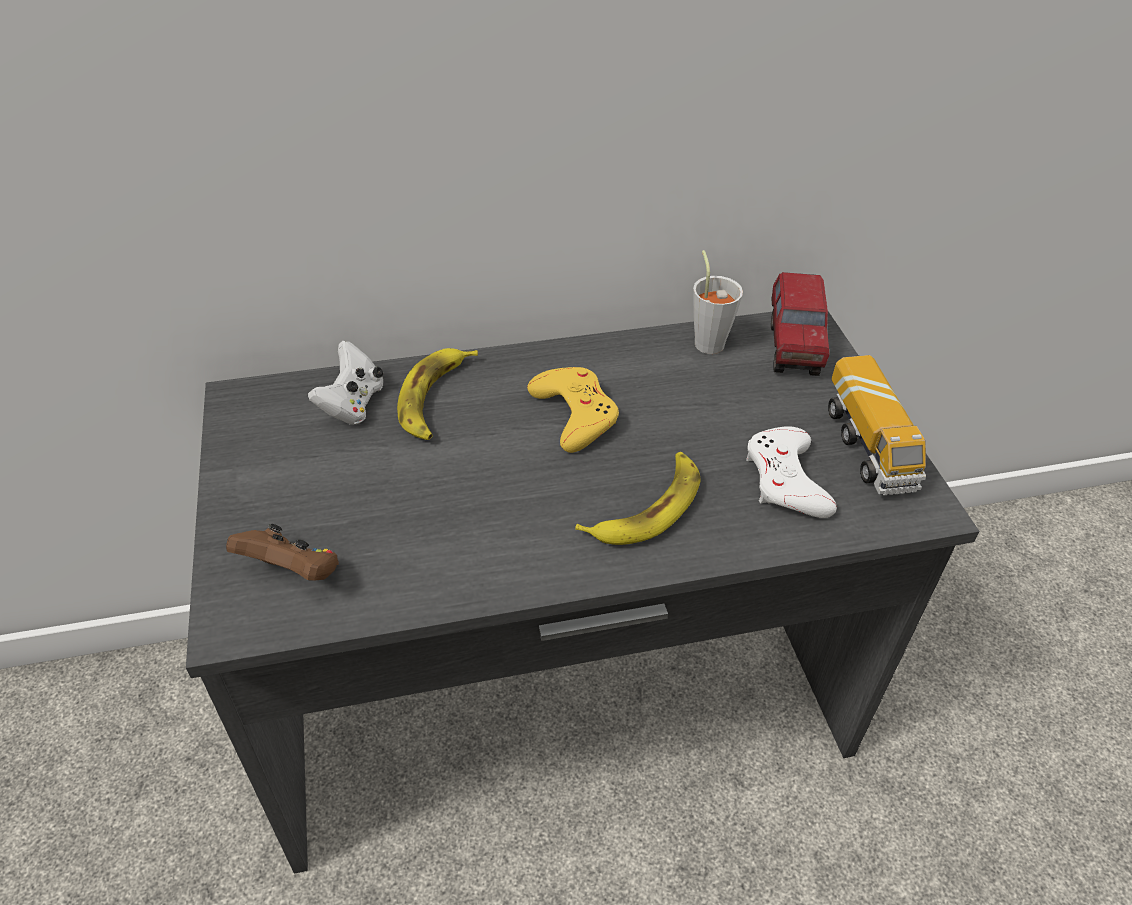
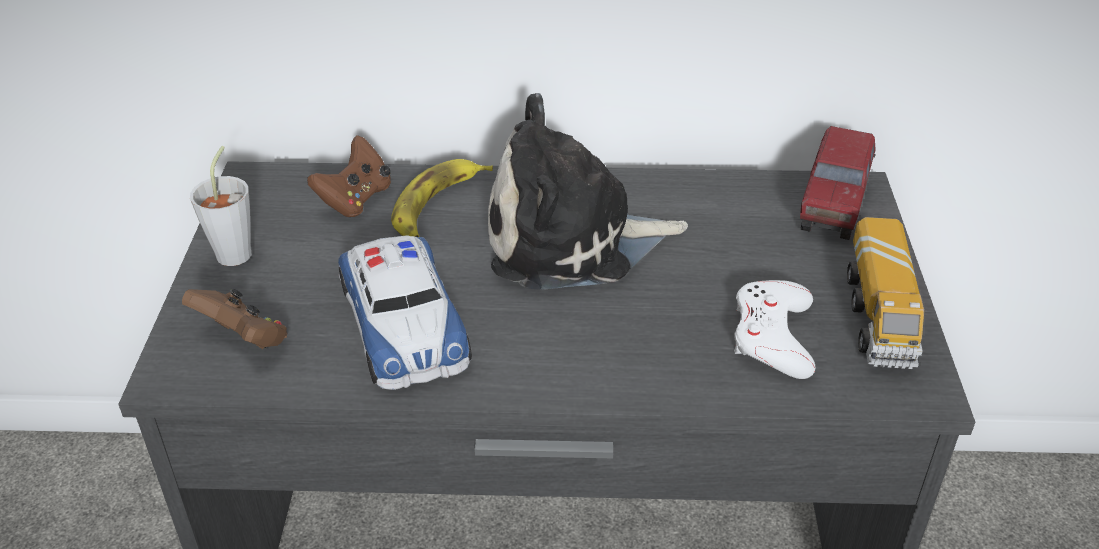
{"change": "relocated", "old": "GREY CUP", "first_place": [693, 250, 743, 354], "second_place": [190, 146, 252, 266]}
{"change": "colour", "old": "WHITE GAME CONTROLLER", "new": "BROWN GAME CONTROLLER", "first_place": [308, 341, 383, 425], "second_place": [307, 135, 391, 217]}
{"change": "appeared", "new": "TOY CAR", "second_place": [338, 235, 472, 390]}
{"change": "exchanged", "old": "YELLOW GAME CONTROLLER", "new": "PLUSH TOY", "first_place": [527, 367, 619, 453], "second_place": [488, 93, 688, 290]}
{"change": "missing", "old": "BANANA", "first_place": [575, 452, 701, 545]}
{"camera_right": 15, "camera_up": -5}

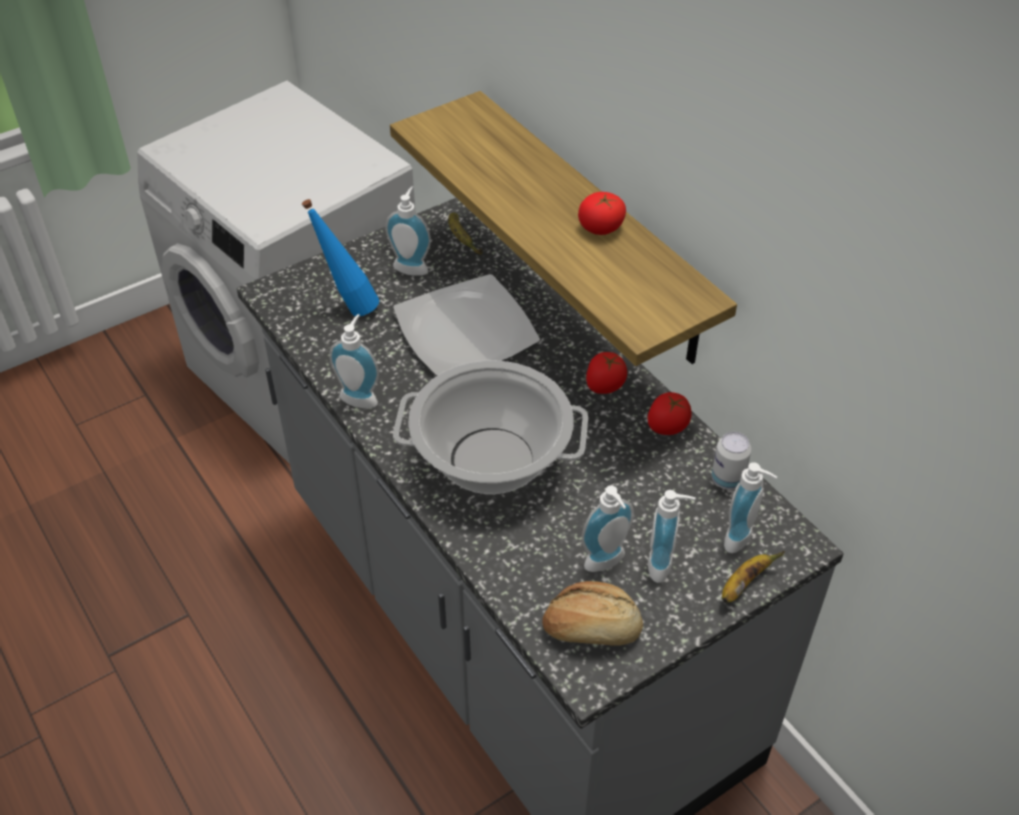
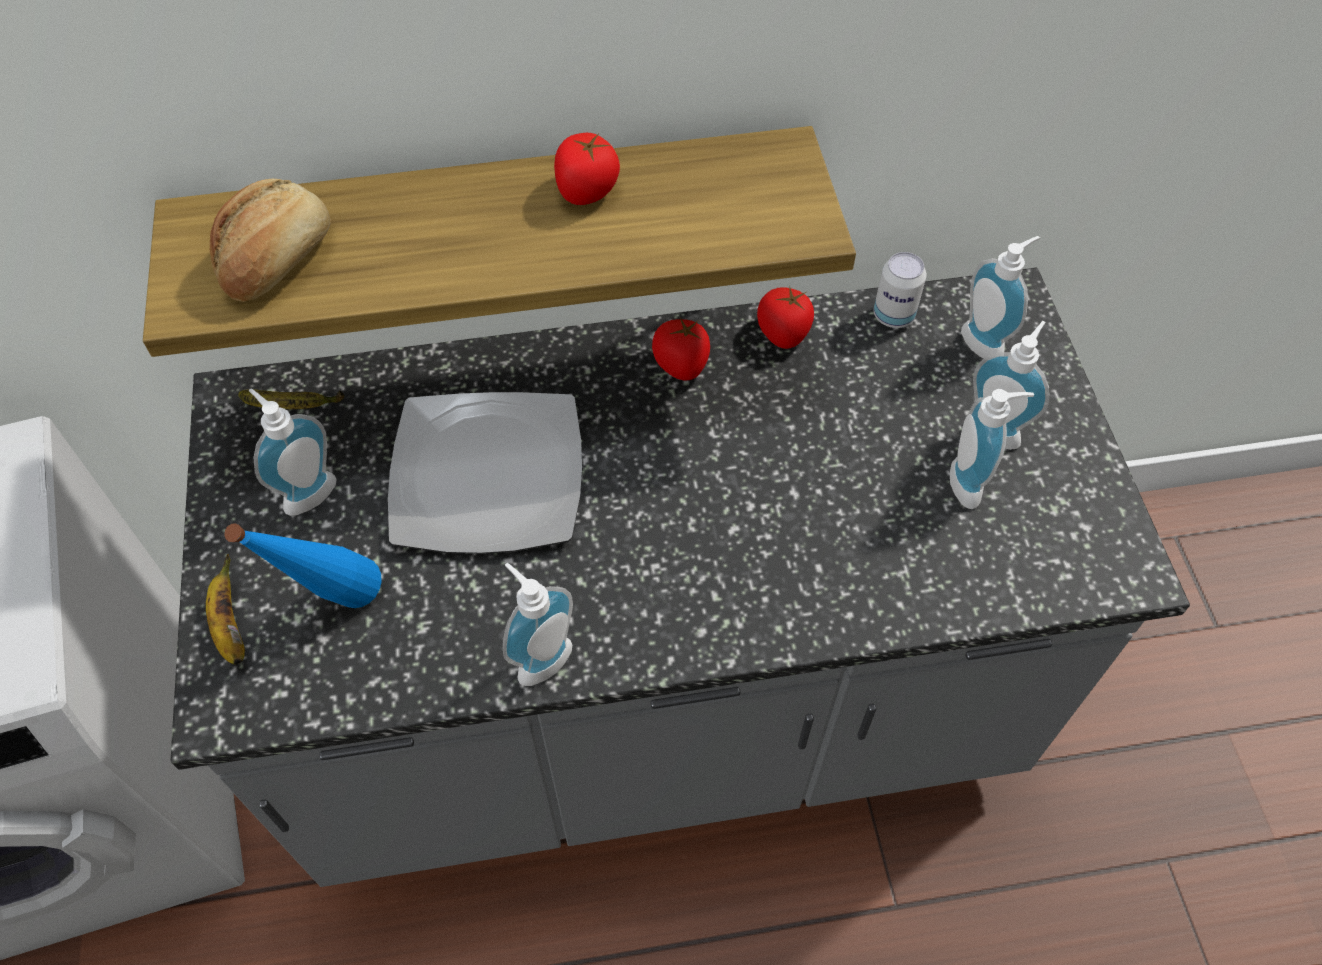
{"change": "relocated", "old": "BANANA", "first_place": [722, 551, 784, 602], "second_place": [206, 554, 245, 664]}
{"change": "relocated", "old": "BREAD", "first_place": [542, 581, 643, 646], "second_place": [210, 179, 331, 302]}
{"change": "missing", "old": "COOKING POT", "first_place": [393, 361, 588, 494]}
{"camera_right": -65, "camera_up": 10}

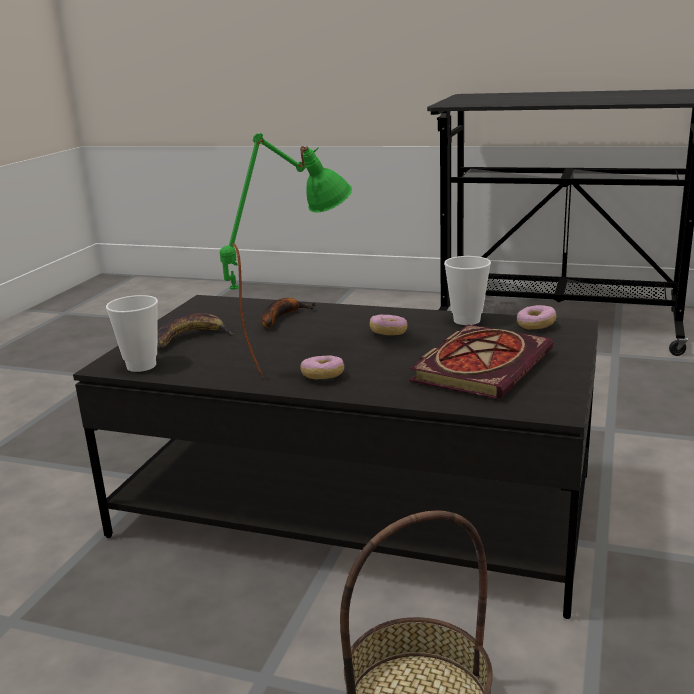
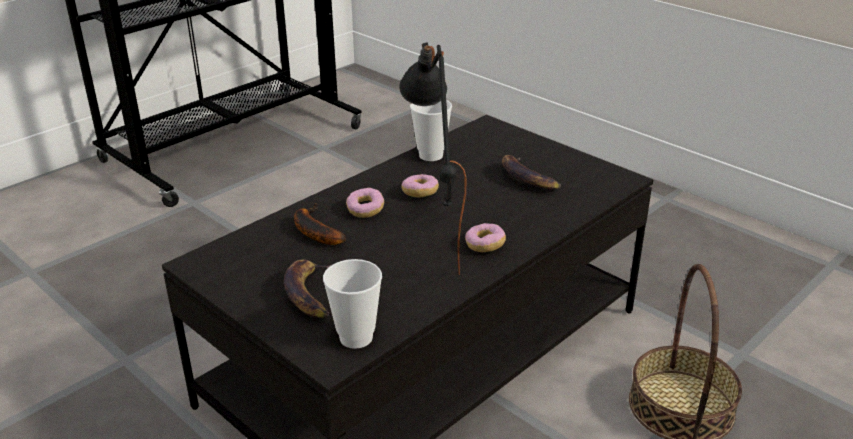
{"change": "relocated", "old": "DONUT", "first_place": [517, 305, 557, 329], "second_place": [346, 188, 384, 218]}
{"change": "colour", "old": "GREEN TABLE LAMP", "new": "BLACK TABLE LAMP", "first_place": [220, 133, 352, 378], "second_place": [399, 42, 466, 275]}
{"change": "exchanged", "old": "BOOK", "new": "BANANA", "first_place": [410, 325, 553, 399], "second_place": [502, 155, 561, 190]}
{"camera_right": -65, "camera_up": 10}

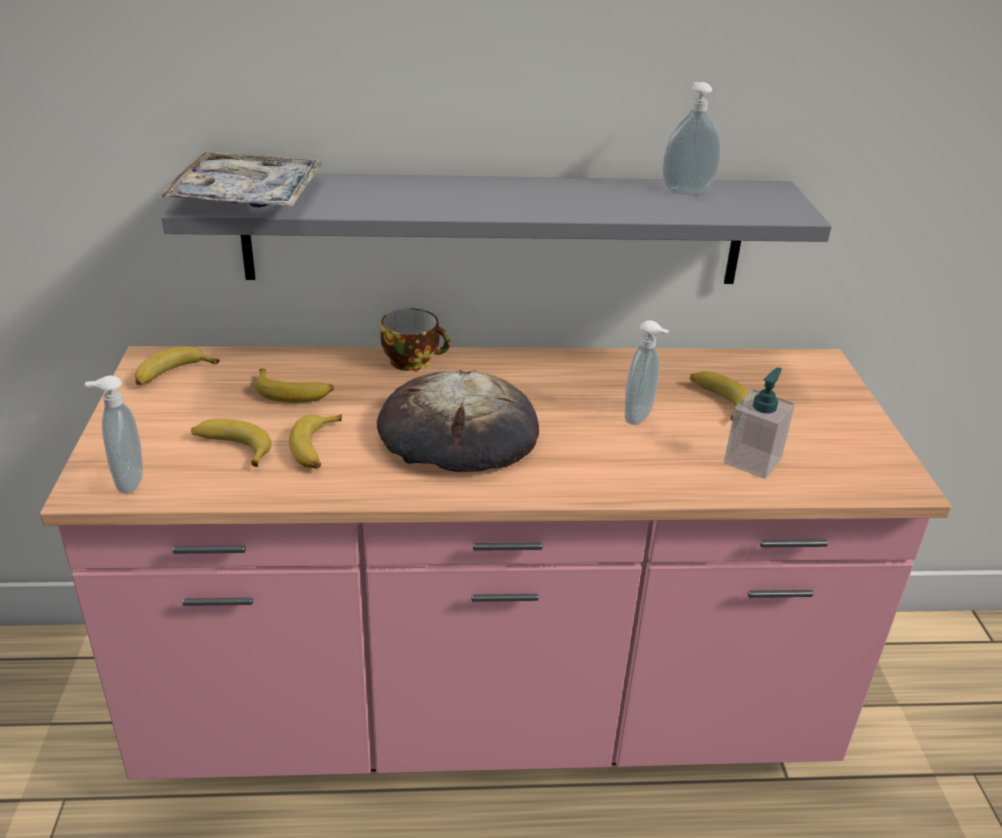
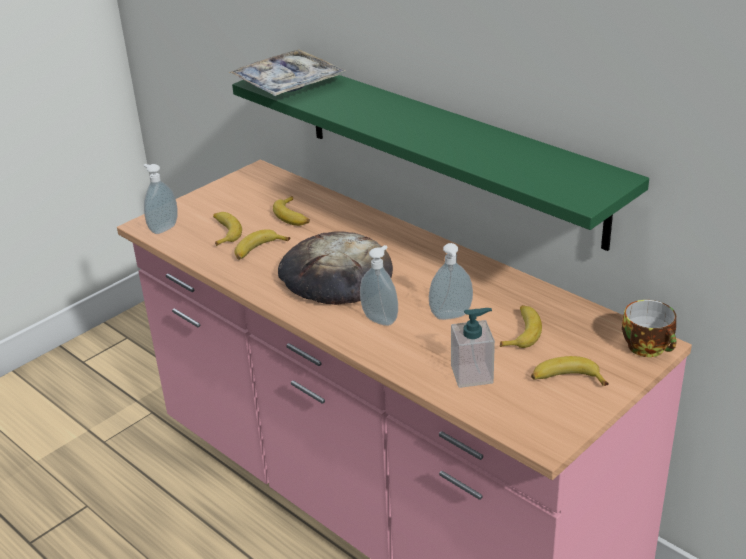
{"change": "colour", "old": "GREY SHELF", "new": "GREEN SHELF", "first_place": [162, 173, 832, 284], "second_place": [232, 75, 649, 251]}
{"change": "relocated", "old": "SOAP DISPENSER", "first_place": [662, 82, 721, 195], "second_place": [360, 245, 398, 326]}
{"change": "relocated", "old": "BANANA", "first_place": [135, 346, 220, 385], "second_place": [531, 356, 609, 386]}
{"change": "relocated", "old": "CUP", "first_place": [380, 308, 450, 371], "second_place": [622, 300, 676, 357]}
{"camera_right": 50, "camera_up": 0}

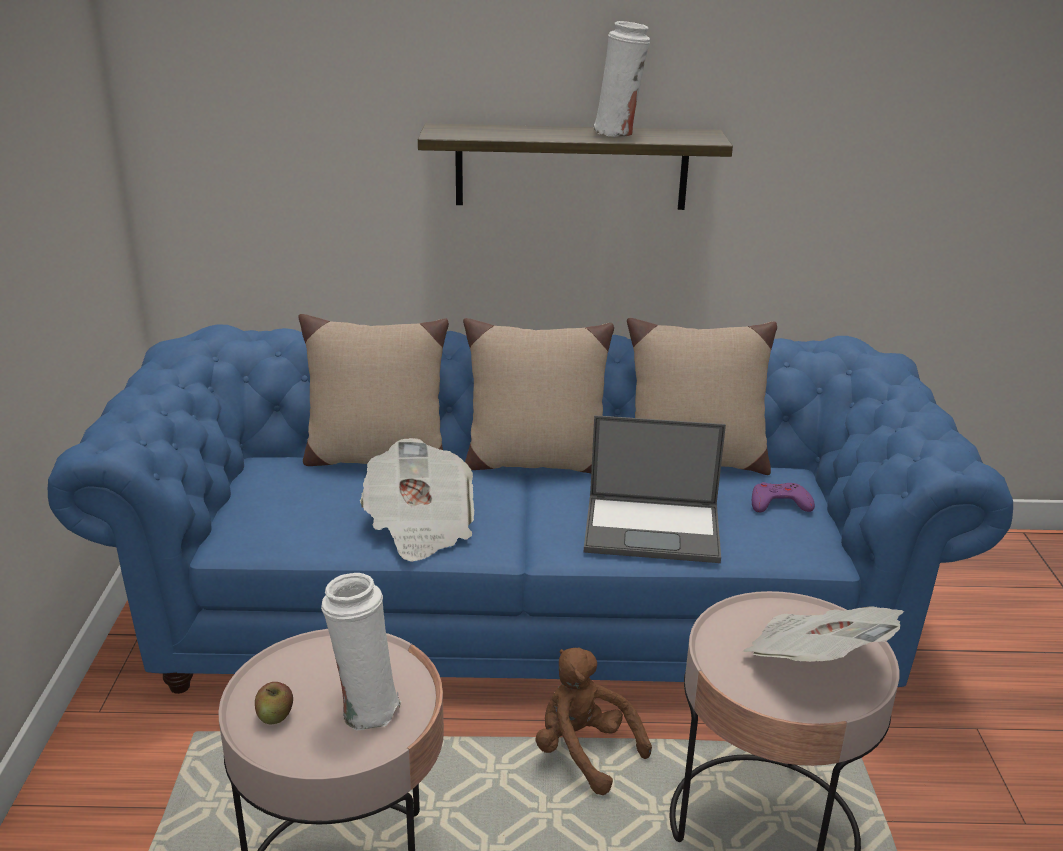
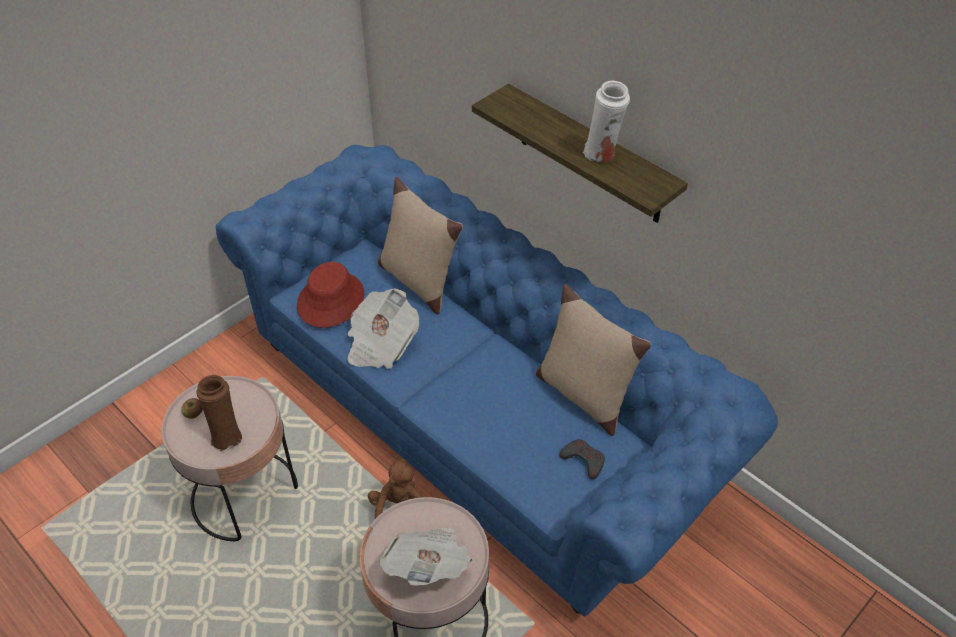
{"change": "colour", "old": "WHITE VASE", "new": "BROWN VASE", "first_place": [321, 573, 401, 731], "second_place": [197, 375, 242, 451]}
{"change": "appeared", "new": "RED HAT", "second_place": [297, 262, 364, 328]}
{"change": "colour", "old": "PURPLE GAME CONTROLLER", "new": "GREY GAME CONTROLLER", "first_place": [752, 482, 815, 512], "second_place": [559, 439, 605, 479]}
{"change": "missing", "old": "BEIGE PILLOW", "first_place": [463, 318, 614, 473]}
{"change": "missing", "old": "LAPTOP", "first_place": [584, 415, 726, 563]}
{"camera_right": 45, "camera_up": 20}

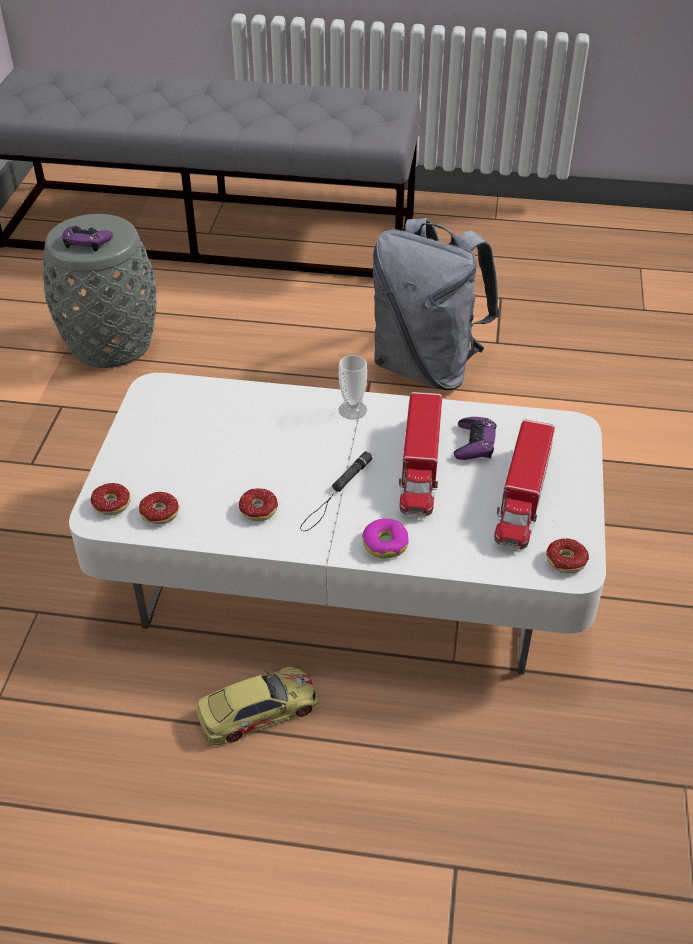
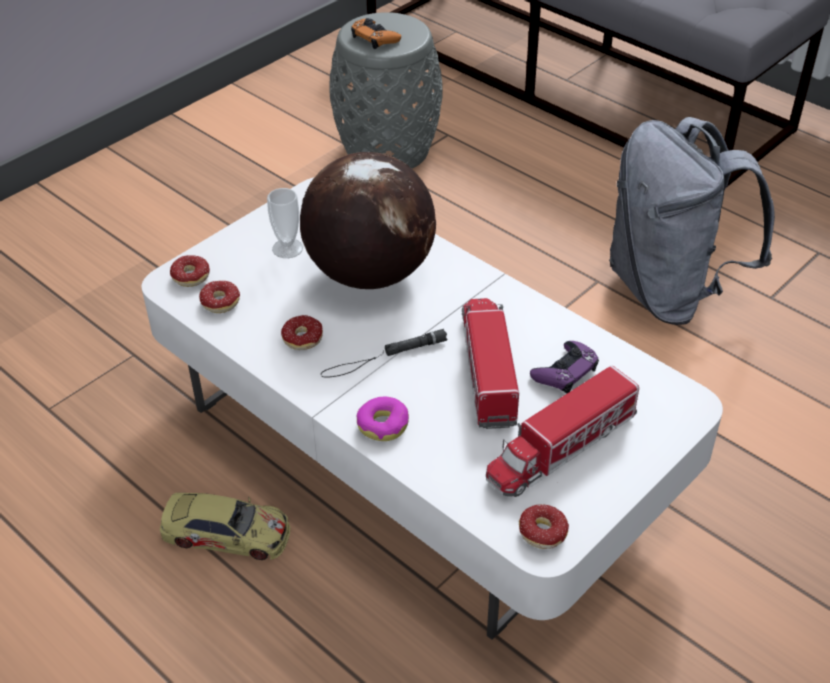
{"change": "relocated", "old": "CUP", "first_place": [338, 355, 367, 420], "second_place": [267, 188, 303, 258]}
{"change": "appeared", "new": "GLOBE", "second_place": [300, 152, 436, 289]}
{"change": "colour", "old": "PURPLE GAME CONTROLLER", "new": "ORANGE GAME CONTROLLER", "first_place": [62, 226, 113, 252], "second_place": [351, 18, 401, 49]}
{"change": "spun", "old": "TOY TRUCK", "first_place": [399, 392, 443, 516], "second_place": [462, 298, 519, 429], "degrees": 135}
{"camera_right": 35, "camera_up": 0}

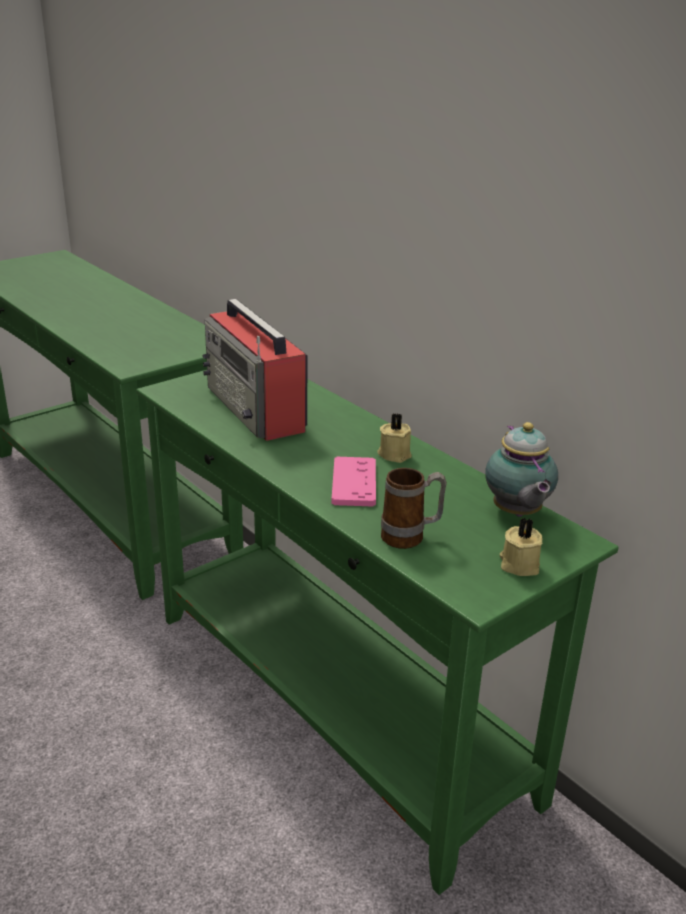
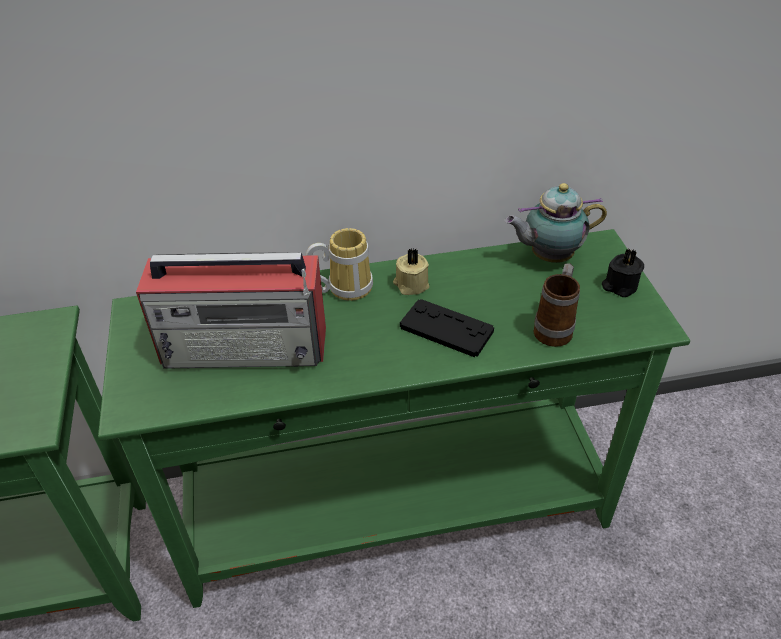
{"change": "appeared", "new": "MUG", "second_place": [305, 228, 373, 301]}
{"change": "colour", "old": "PINK GAME CONTROLLER", "new": "BLACK GAME CONTROLLER", "first_place": [331, 457, 376, 507], "second_place": [400, 299, 494, 357]}
{"change": "spun", "old": "TEAPOT", "first_place": [485, 422, 558, 517], "second_place": [505, 183, 607, 263], "degrees": 150}
{"change": "colour", "old": "BEIGE CANDLE", "new": "BLACK CANDLE", "first_place": [500, 518, 543, 576], "second_place": [602, 249, 644, 297]}
{"camera_right": -60, "camera_up": 15}

